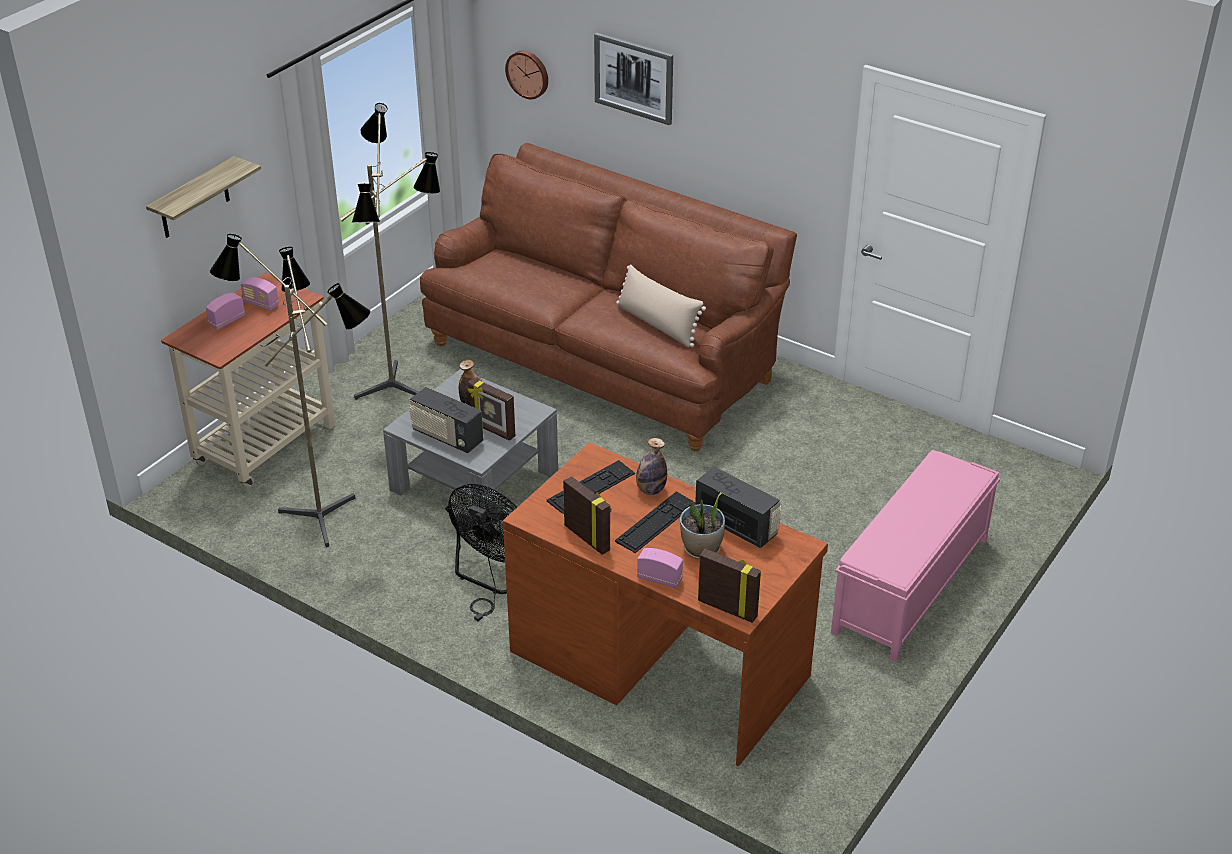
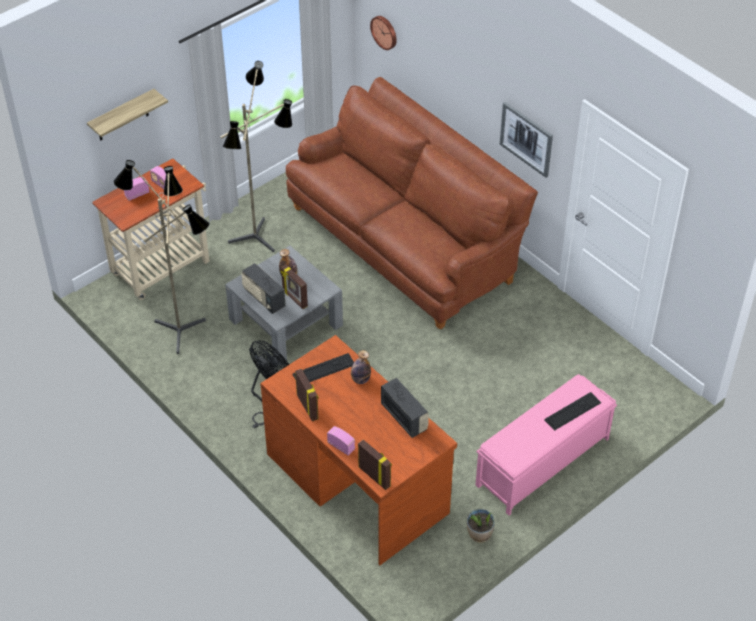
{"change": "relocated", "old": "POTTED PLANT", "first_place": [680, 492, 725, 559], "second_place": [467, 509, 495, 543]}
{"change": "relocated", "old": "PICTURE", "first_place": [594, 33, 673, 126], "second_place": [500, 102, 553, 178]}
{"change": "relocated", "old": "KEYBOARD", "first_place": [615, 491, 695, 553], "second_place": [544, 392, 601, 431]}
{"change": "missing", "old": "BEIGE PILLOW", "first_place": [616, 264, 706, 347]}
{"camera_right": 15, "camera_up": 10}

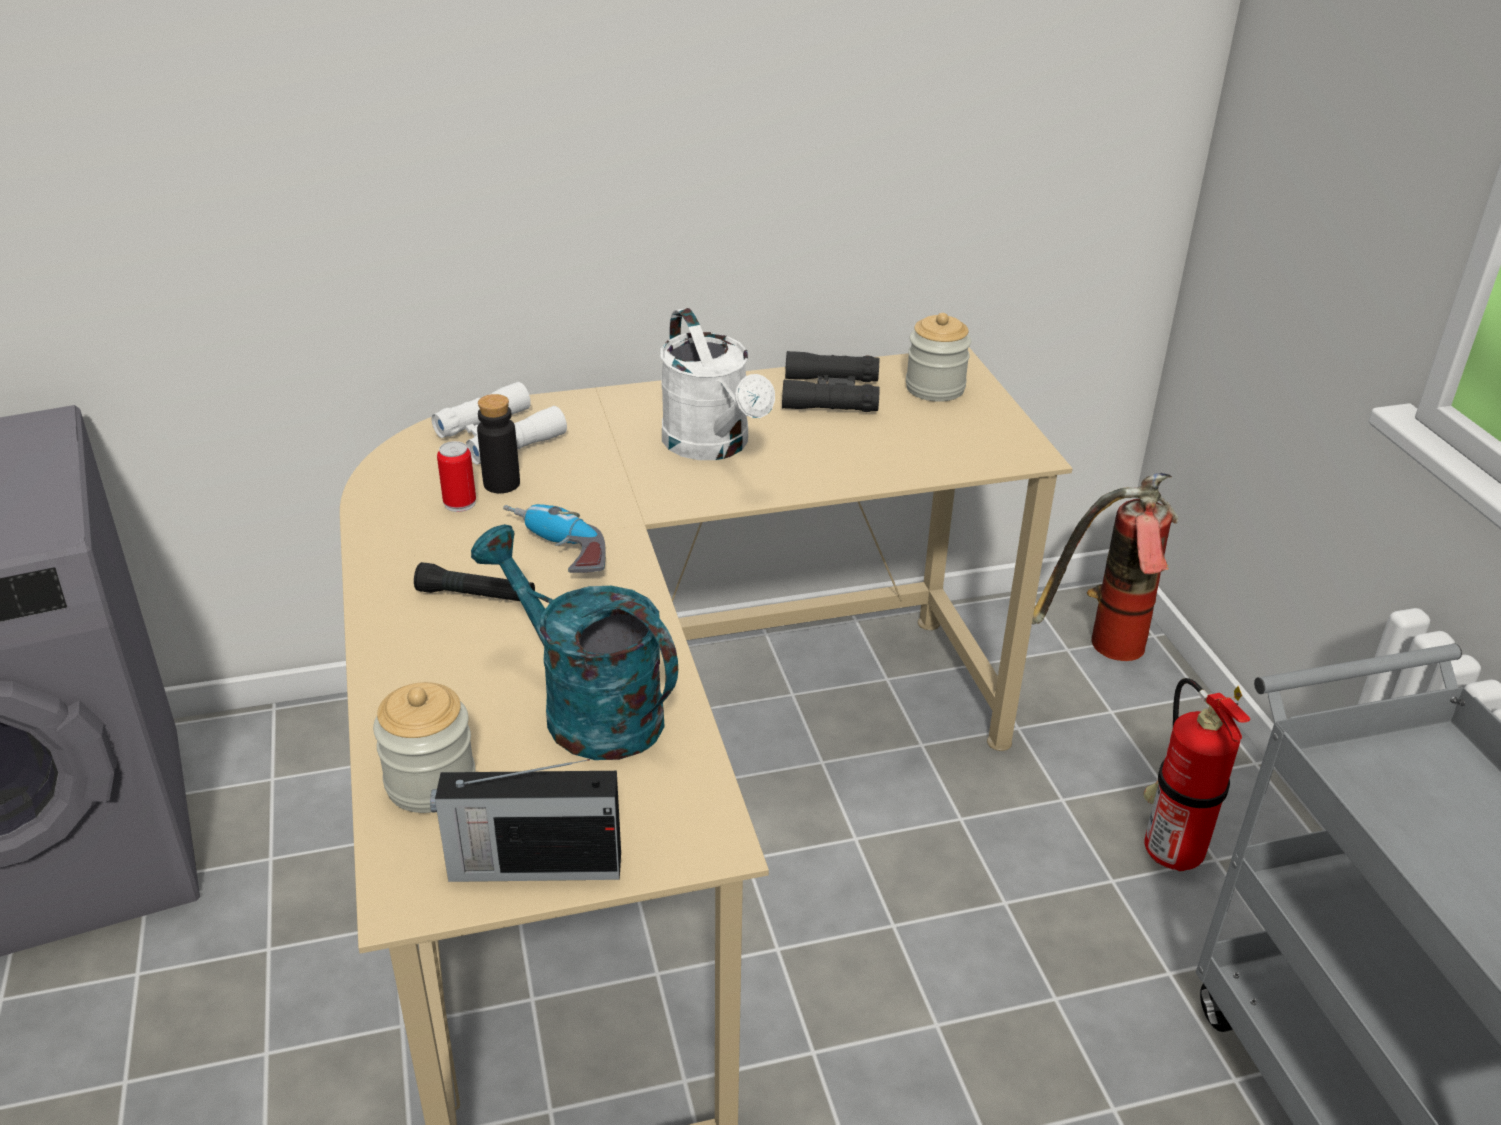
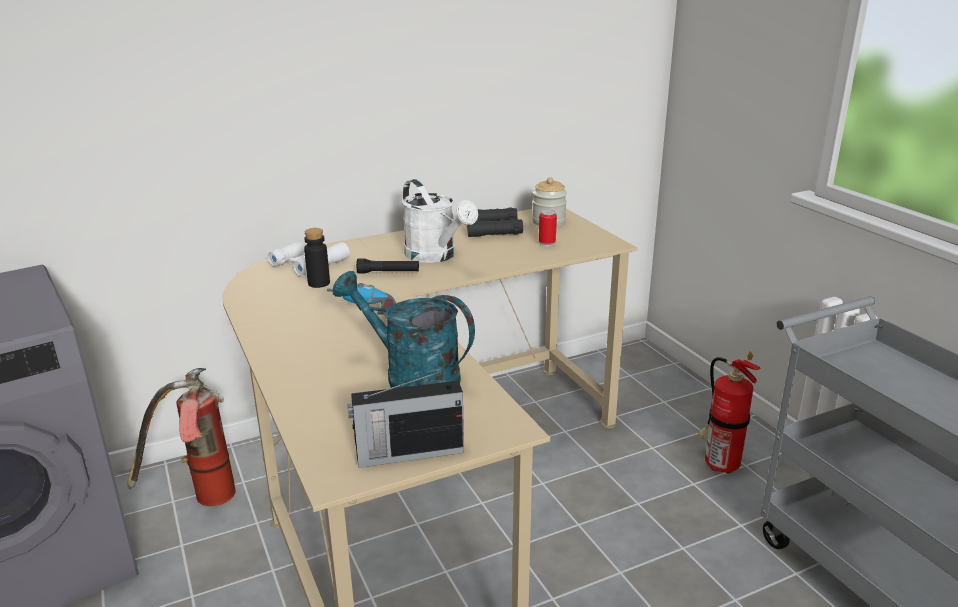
{"change": "relocated", "old": "FIRE EXTINGUISHER", "first_place": [1032, 473, 1178, 661], "second_place": [127, 368, 236, 506]}
{"change": "relocated", "old": "BLACK FLASHLIGHT", "first_place": [414, 562, 535, 601], "second_place": [356, 258, 419, 273]}
{"change": "relocated", "old": "CAN", "first_place": [437, 441, 476, 512], "second_place": [539, 210, 557, 247]}
{"change": "missing", "old": "JAR", "first_place": [373, 682, 476, 813]}
{"camera_right": -10, "camera_up": -10}

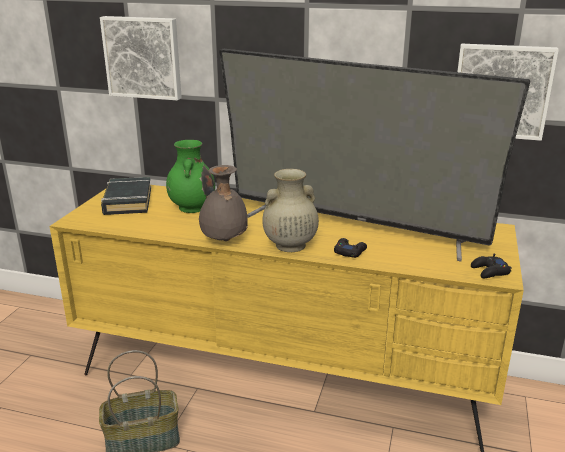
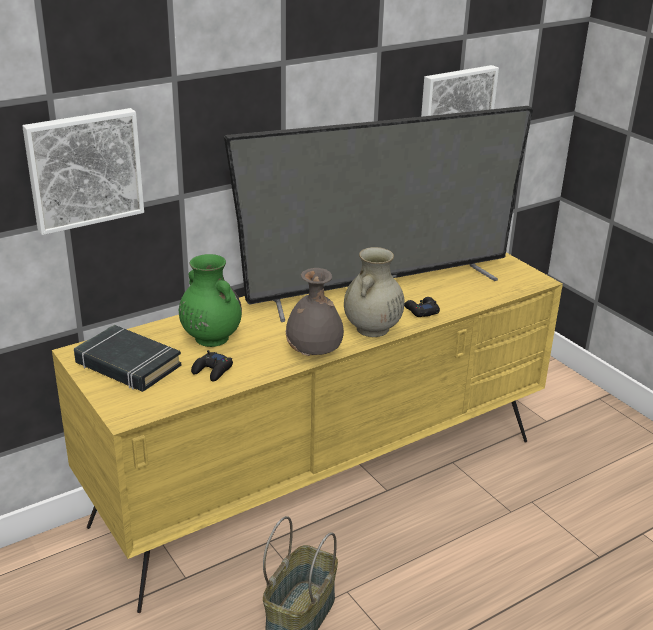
{"change": "relocated", "old": "BLACK GAME CONTROLLER", "first_place": [471, 253, 512, 278], "second_place": [191, 350, 233, 382]}
{"camera_right": -50, "camera_up": 5}

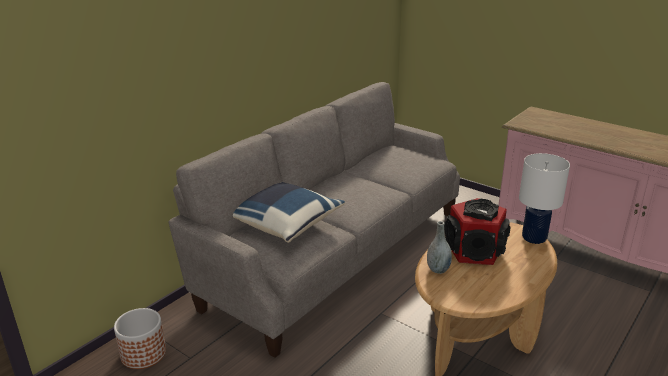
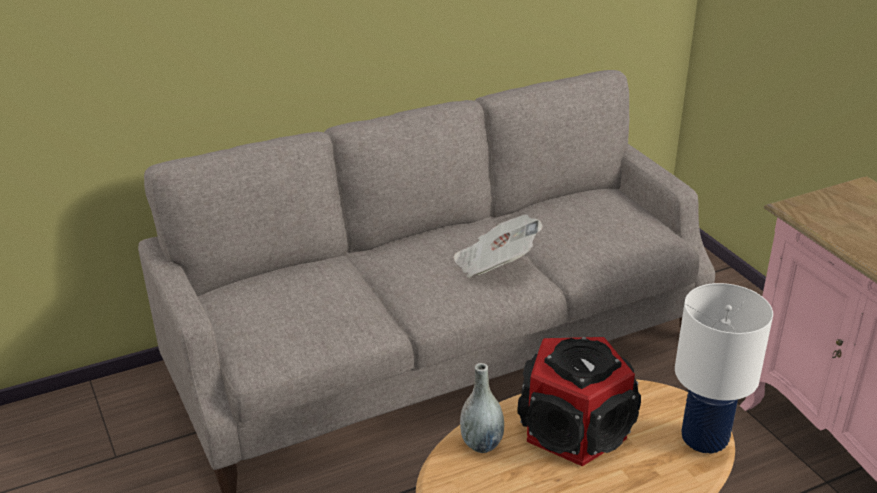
{"change": "appeared", "new": "NEWSPAPER", "second_place": [453, 214, 543, 278]}
{"change": "missing", "old": "PLANTER", "first_place": [114, 308, 166, 369]}
{"change": "missing", "old": "BLUE PILLOW", "first_place": [233, 182, 345, 243]}
{"camera_right": 25, "camera_up": 5}

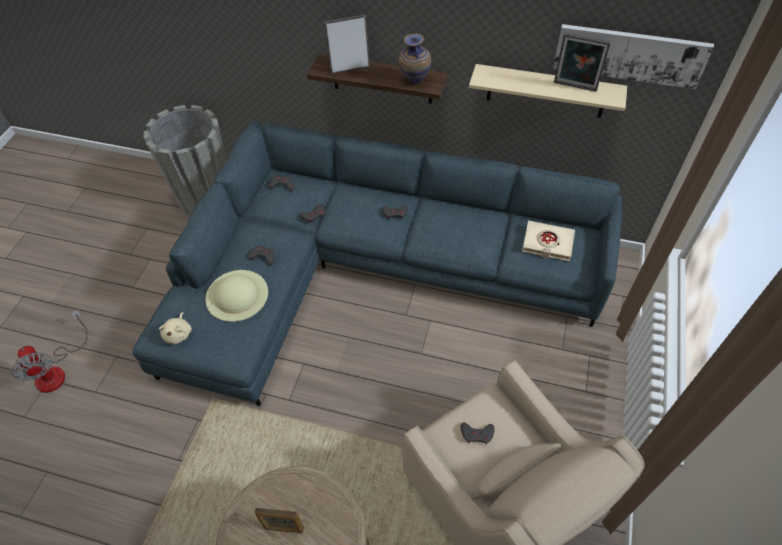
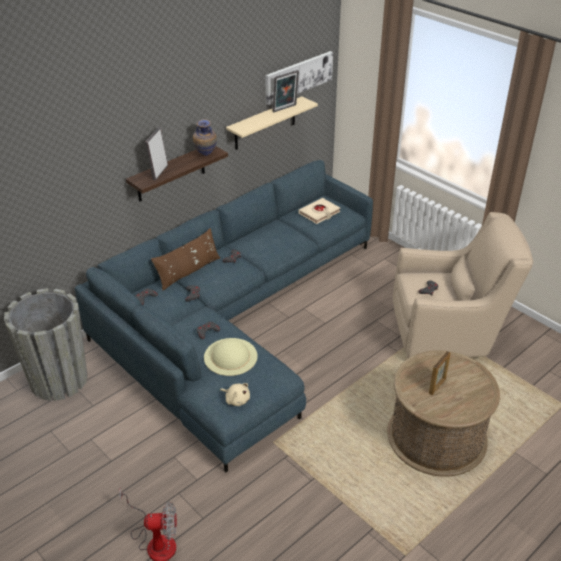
{"change": "appeared", "new": "BROWN PILLOW", "second_place": [151, 228, 220, 291]}
{"camera_right": -60, "camera_up": -15}

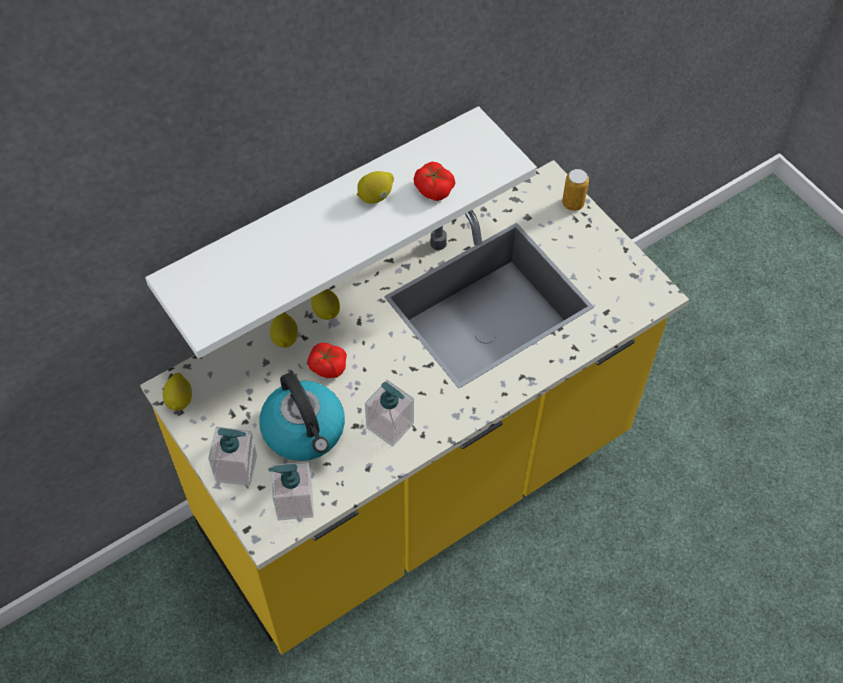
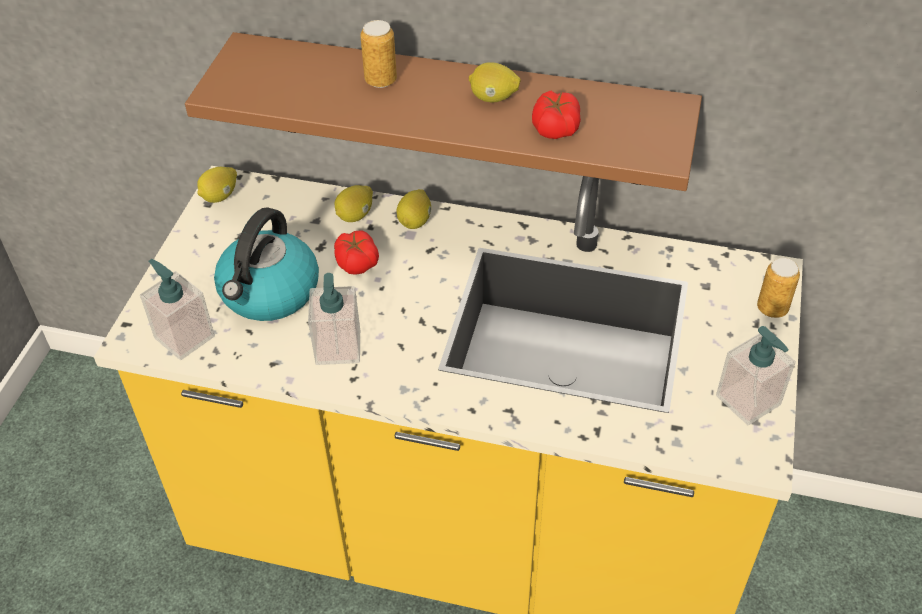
{"change": "colour", "old": "WHITE SHELF", "new": "BROWN SHELF", "first_place": [145, 106, 537, 359], "second_place": [185, 32, 702, 191]}
{"change": "appeared", "new": "CAN", "second_place": [360, 20, 397, 88]}
{"change": "relocated", "old": "SOAP DISPENSER", "first_place": [208, 427, 257, 486], "second_place": [716, 326, 796, 425]}
{"camera_right": 50, "camera_up": -10}

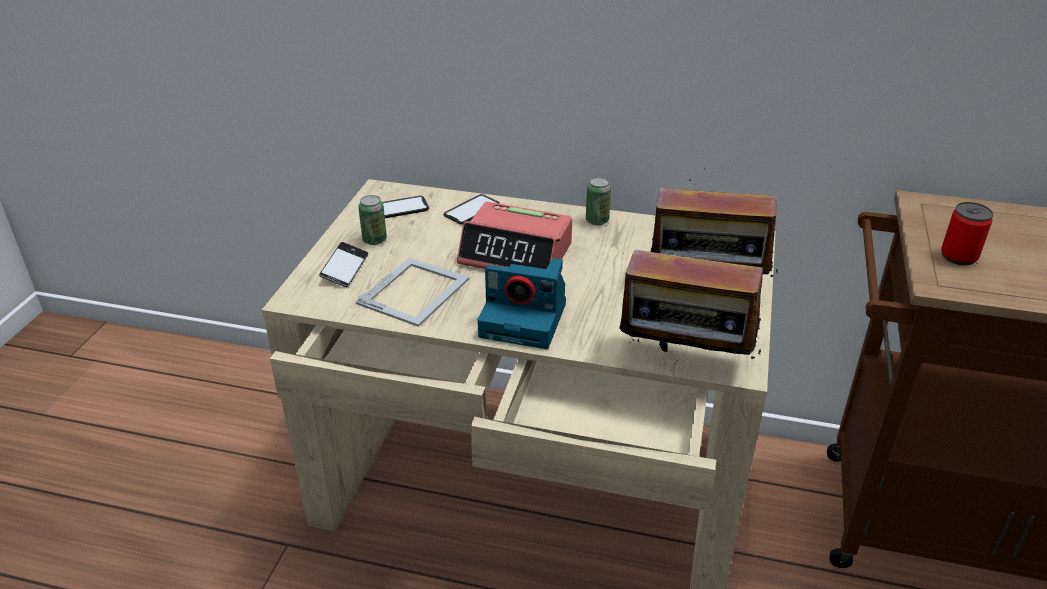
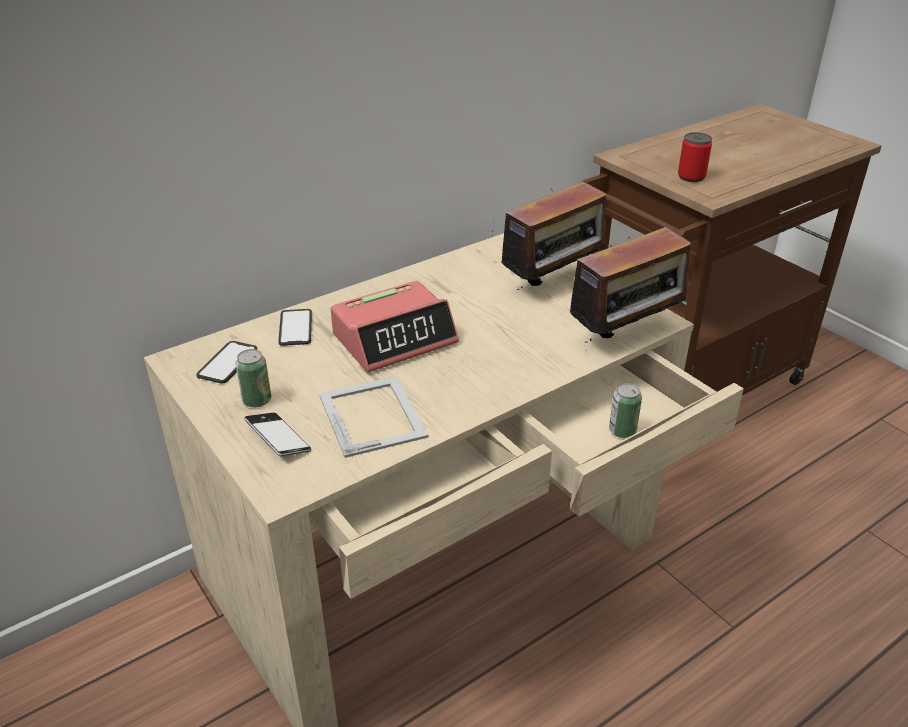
{"change": "relocated", "old": "CAN", "first_place": [586, 177, 611, 225], "second_place": [609, 383, 642, 438]}
{"change": "missing", "old": "PHOTO CAMERA", "first_place": [478, 258, 566, 349]}
{"camera_right": -50, "camera_up": 0}

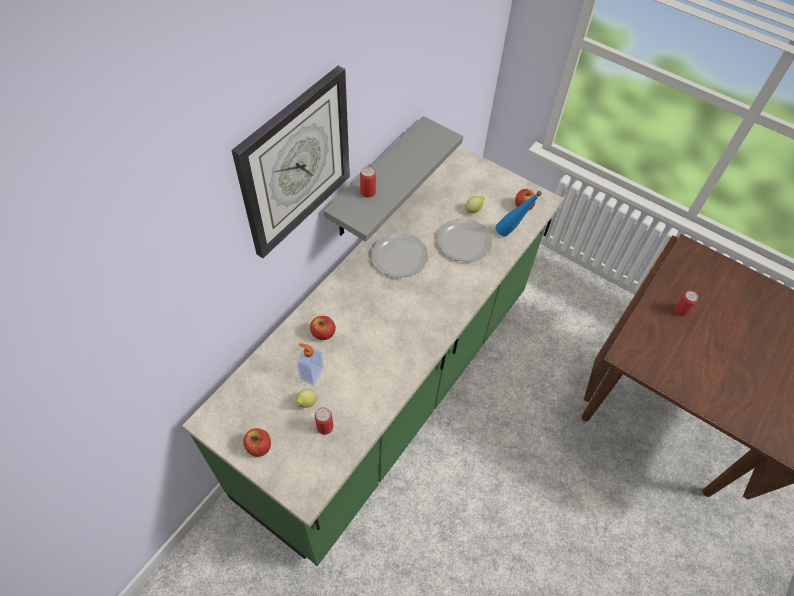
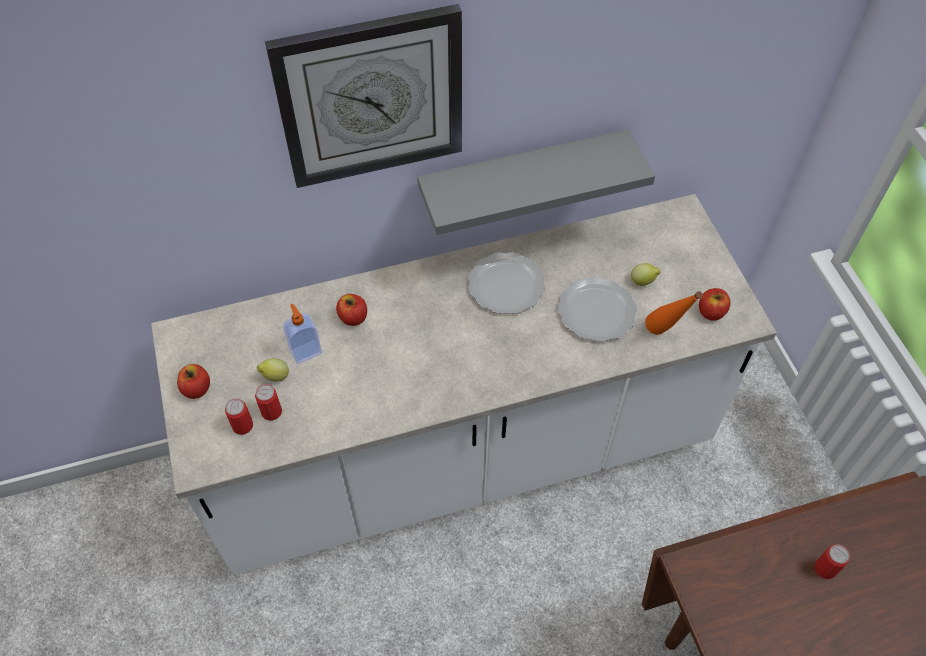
{"change": "colour", "old": "GREEN COUNTER", "new": "WHITE COUNTER", "first_place": [182, 146, 564, 566], "second_place": [151, 194, 777, 575]}
{"change": "relocated", "old": "CAN", "first_place": [360, 166, 376, 198], "second_place": [225, 398, 253, 435]}
{"change": "colour", "old": "BLUE BOTTLE", "new": "ORANGE BOTTLE", "first_place": [496, 191, 542, 236], "second_place": [645, 291, 703, 335]}
{"camera_right": 40, "camera_up": 0}

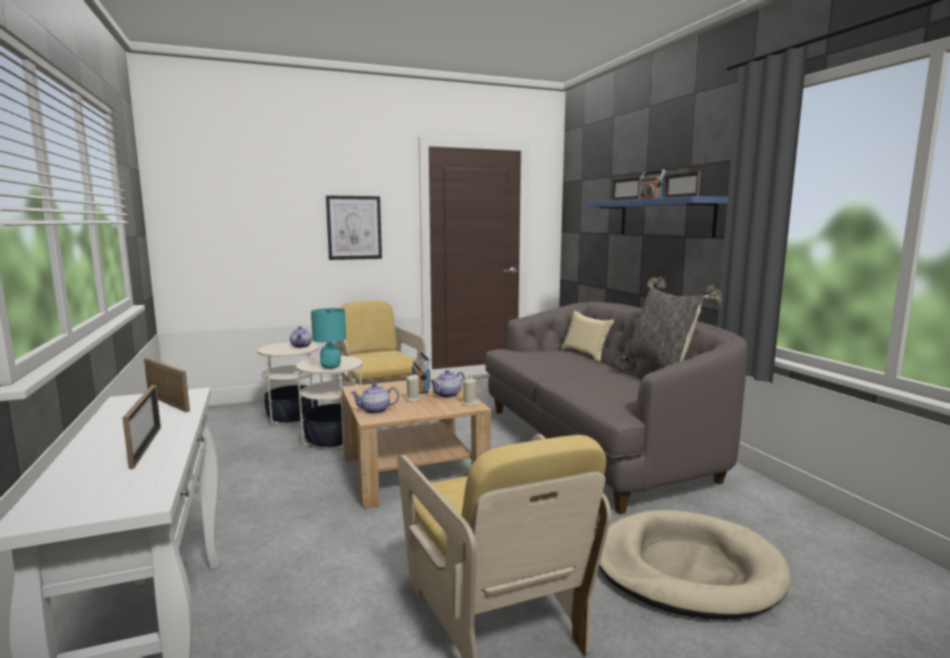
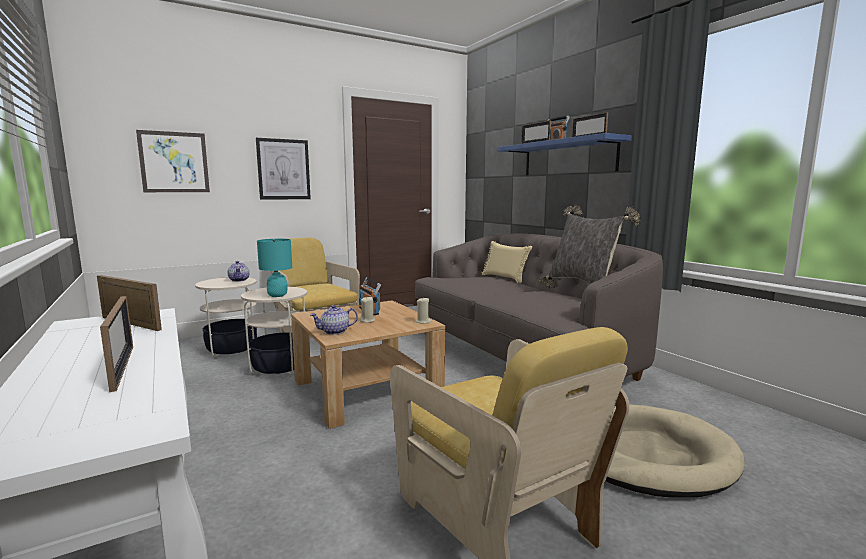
{"change": "appeared", "new": "PICTURE", "second_place": [136, 130, 210, 192]}
{"change": "missing", "old": "TEAPOT", "first_place": [430, 370, 465, 398]}
{"camera_right": -10, "camera_up": 0}

